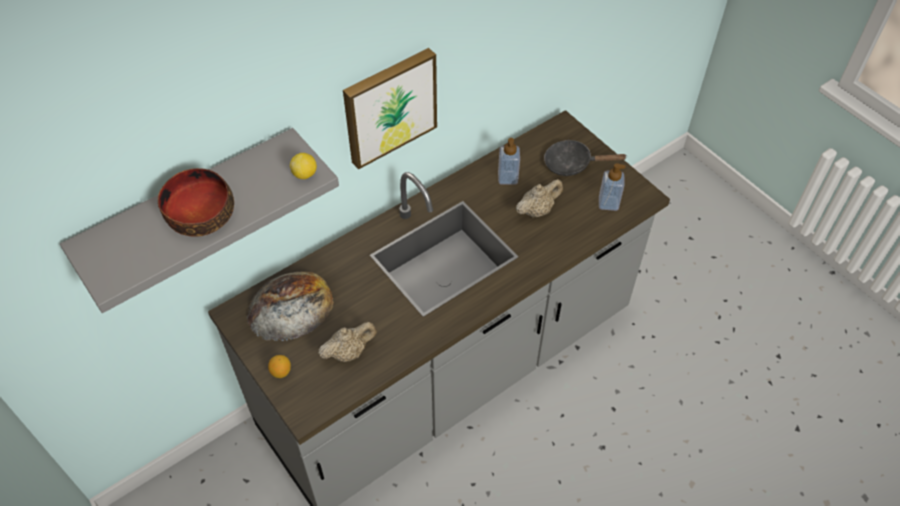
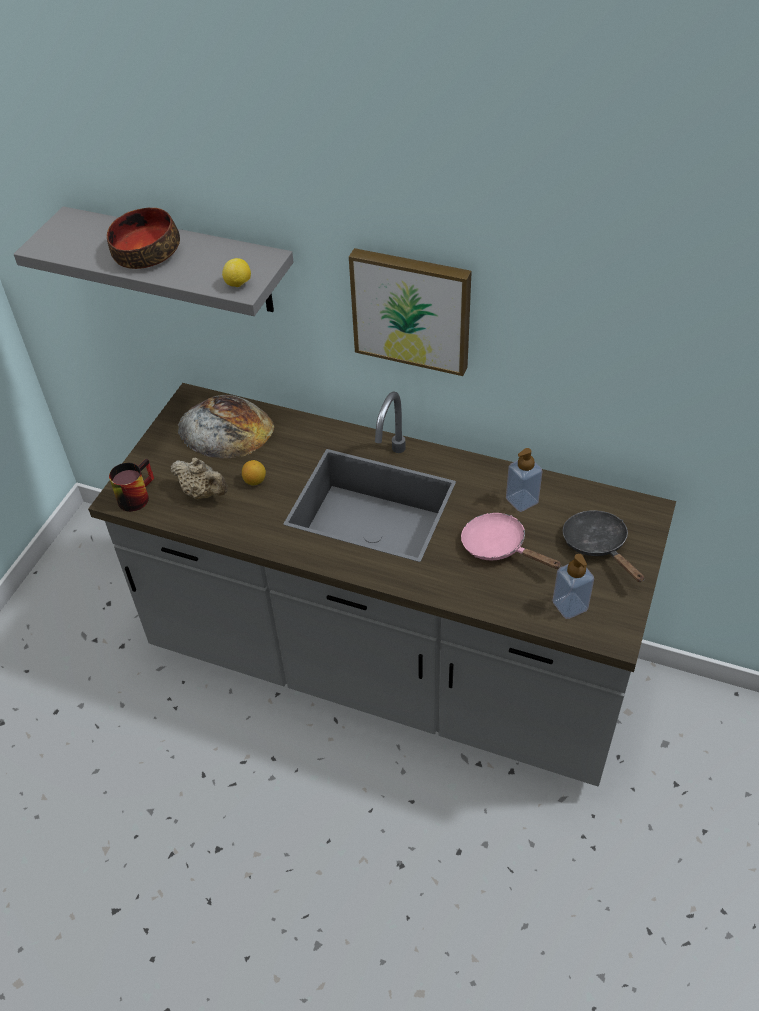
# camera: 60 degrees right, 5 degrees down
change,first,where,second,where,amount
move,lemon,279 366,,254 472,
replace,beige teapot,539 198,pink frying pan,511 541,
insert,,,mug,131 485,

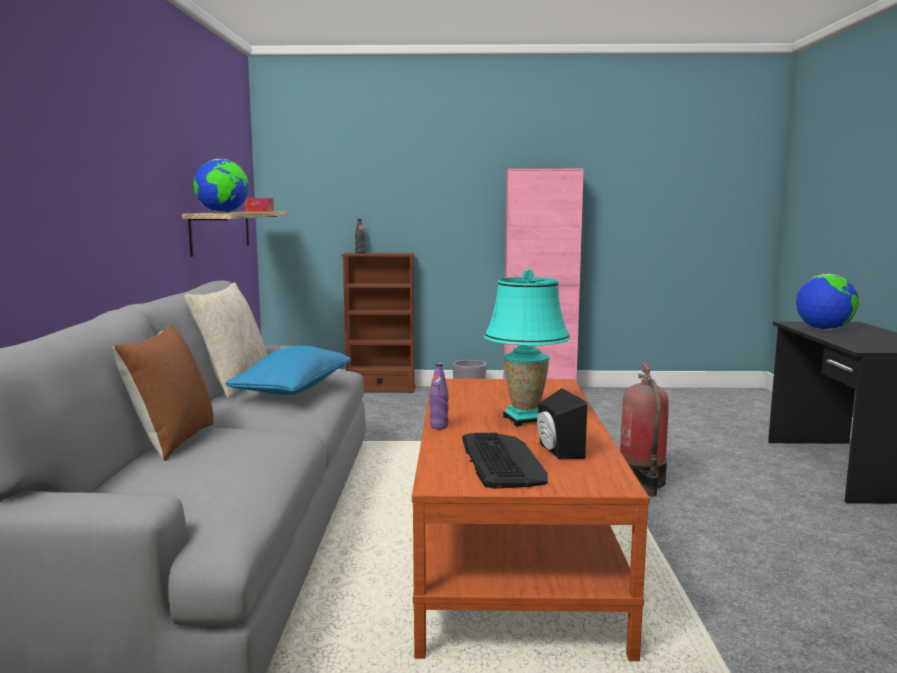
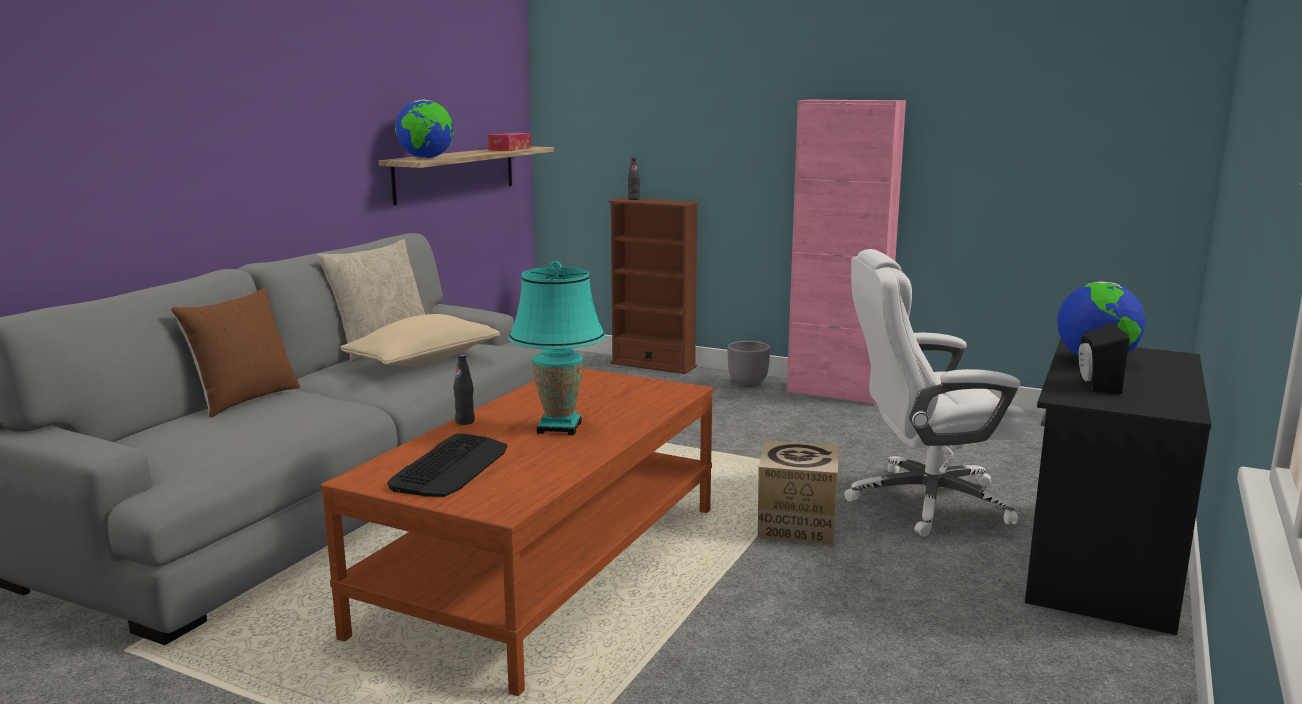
# camera: 25 degrees right, 5 degrees up
change,first,where,second,where,amount
recolor,blue pillow,288 370,beige pillow,420 340,
recolor,purple bottle,439 396,black bottle,464 390,
move,black speaker,562 423,,1103 358,
replace,fire extinguisher,644 429,cardboard box,798 492,
insert,,,white office chair,935 393,

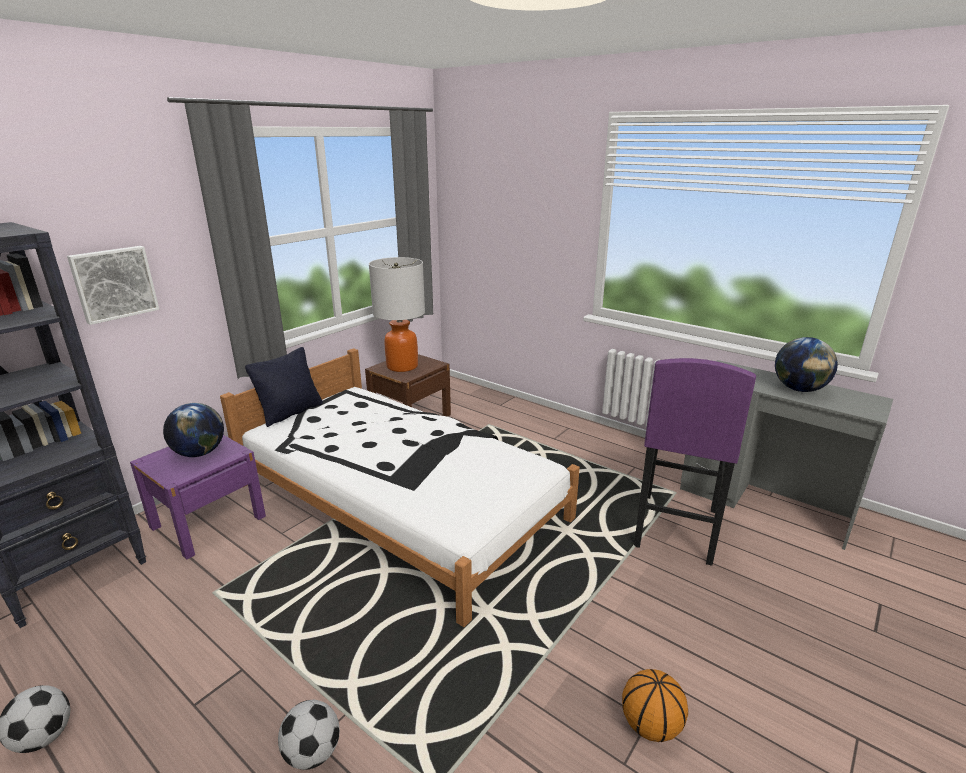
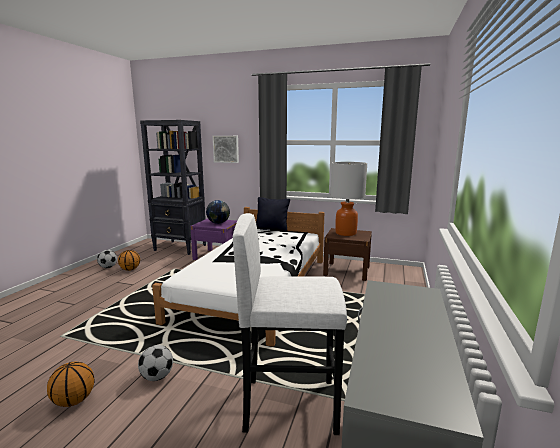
# camera: 70 degrees right, 10 degrees down
change,first,where,second,where,amount
move,football,309 735,,155 363,
recolor,purple stool,695 462,white stool,290 324,
delete,globe,806 364,,,
insert,,,basketball,129 260,

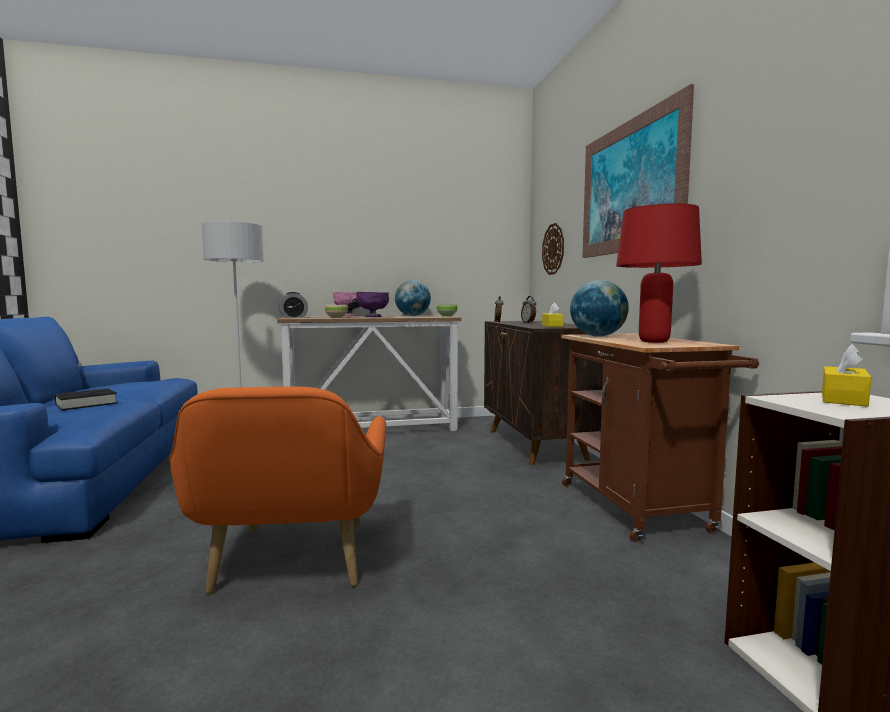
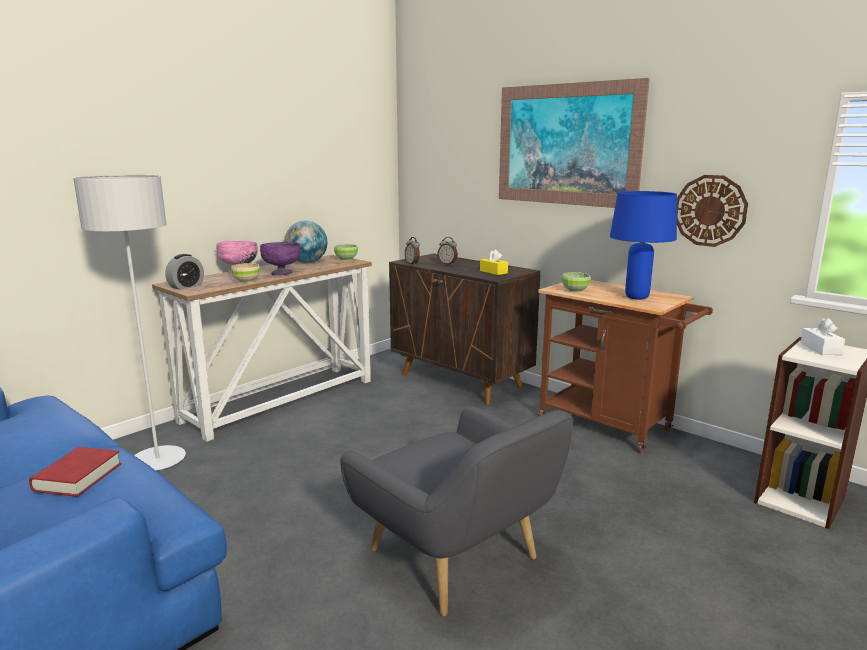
# camera: 35 degrees left, 10 degrees up
change,first,where,second,where,amount
recolor,black book,85 399,red book,75 472,
recolor,orange armchair,277 490,grey armchair,456 511,
move,wall clock,553 249,,712 211,
replace,globe,599 308,green bowl,576 282,
recolor,red table lamp,659 273,blue table lamp,643 245,
recolor,yellow tissue box,847 375,white tissue box,822 336,

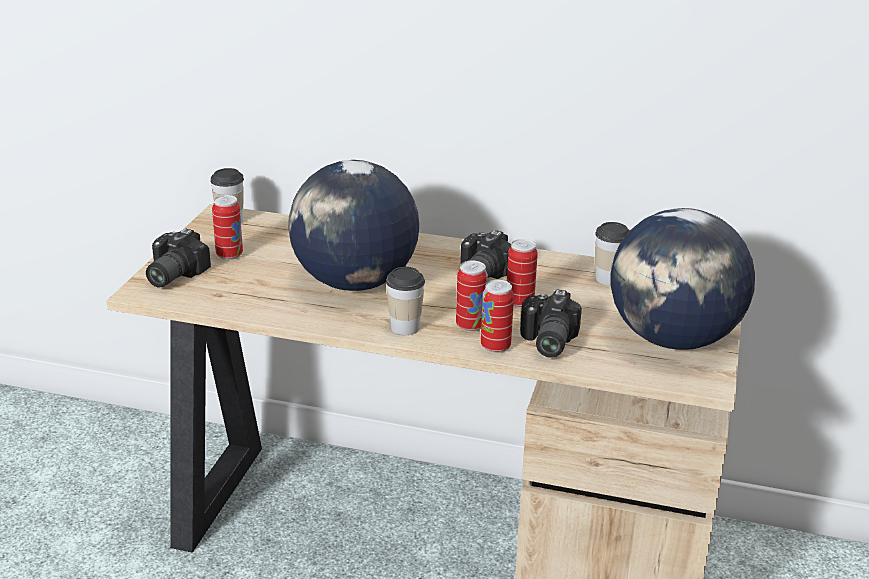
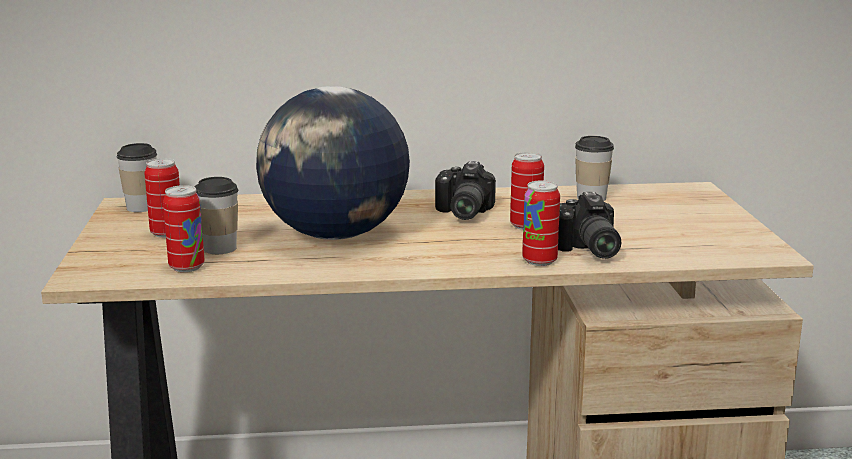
# camera: 20 degrees left, 10 degrees down
change,first,where,second,where,amount
delete,photo camera,178 258,,,
move,cup,405 301,,217 215,
move,can,472 296,,184 228,
delete,globe,683 279,,,

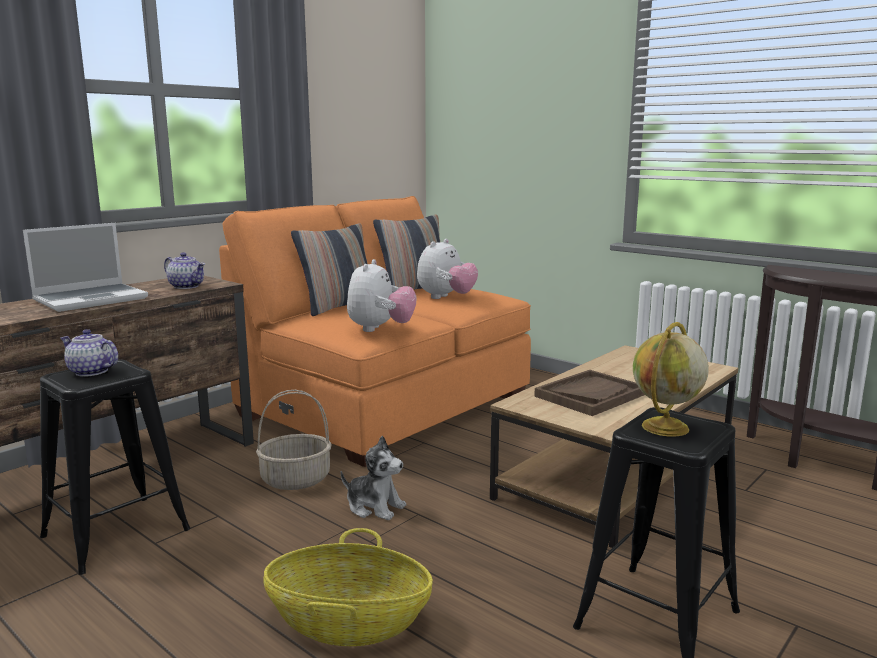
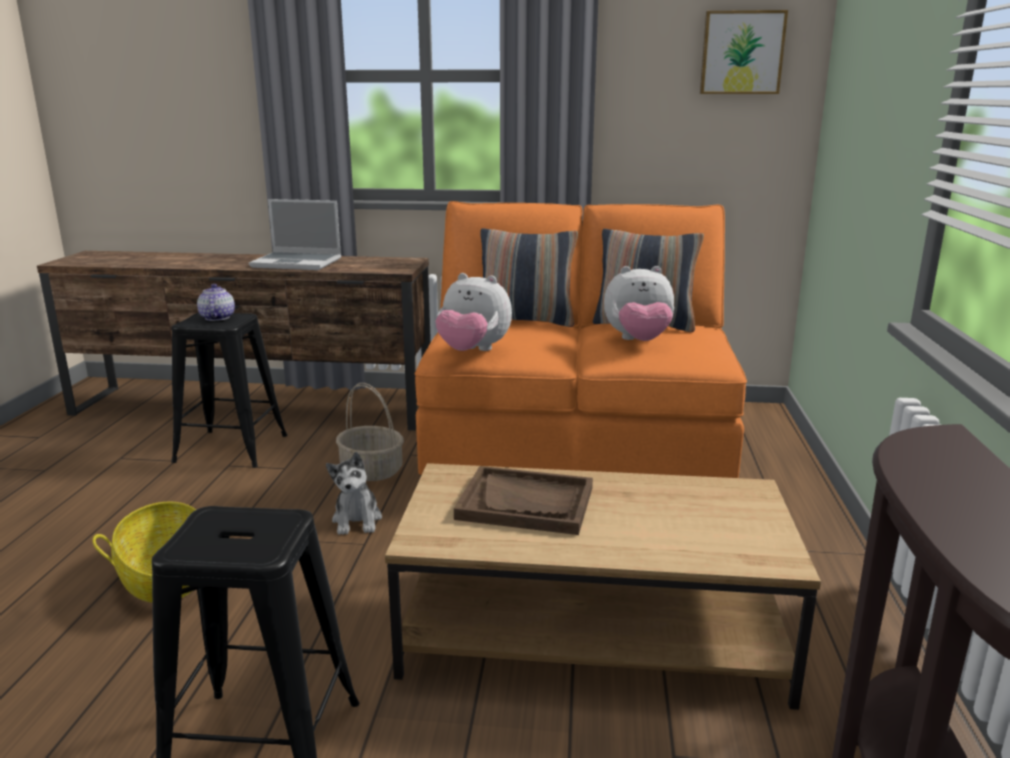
# camera: 55 degrees right, 5 degrees up
change,first,where,second,where,amount
delete,teapot,184 270,,,
rotate,plush toy,381 295,,473 312,45 degrees clockwise
delete,globe,671 379,,,
insert,,,picture,744 52,

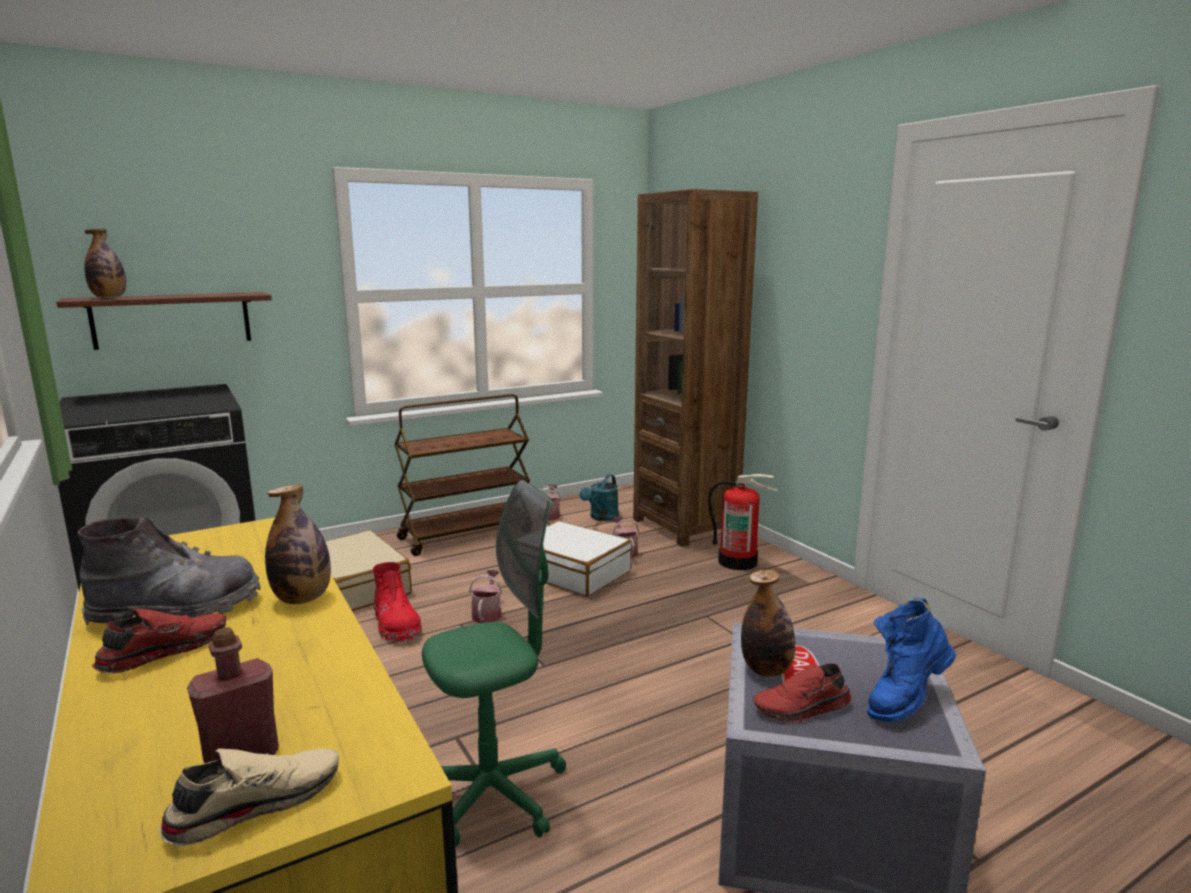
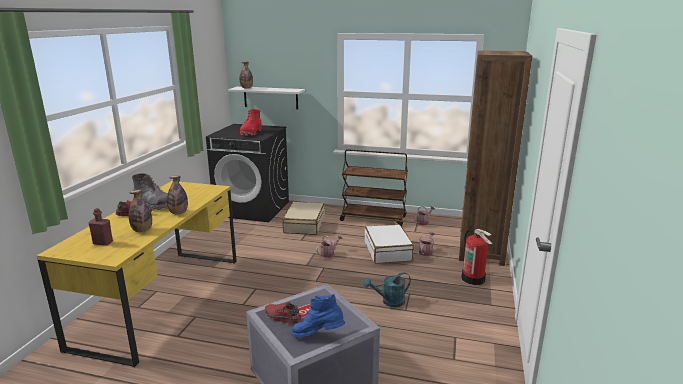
# camera: 45 degrees right, 5 degrees up
change,first,where,second,where,amount
recolor,brown shelf,164 321,white shelf,266 98,
delete,beige shoe,248 797,,,
move,red boot,397 602,,251 122,
delete,green office chair,494 663,,,
move,turquoise watering can,599 497,,387 289,
move,bottle,768 623,,140 211,

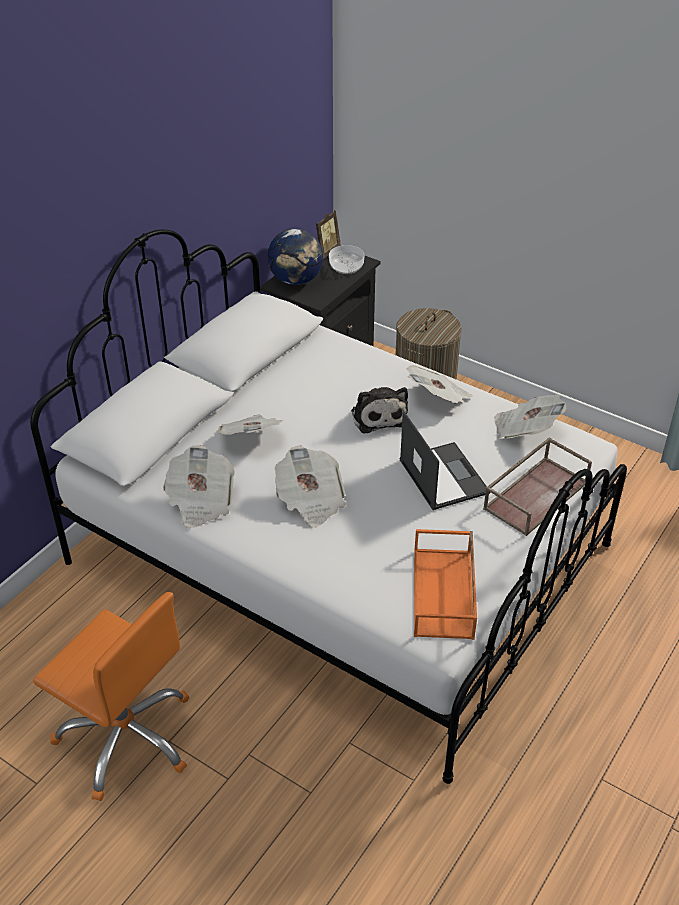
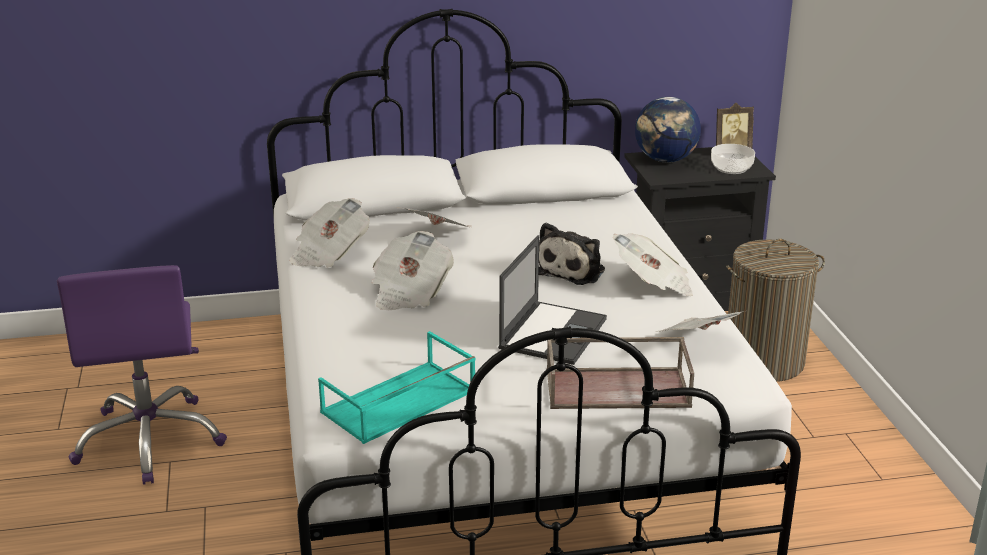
# camera: 45 degrees right, 15 degrees down
change,first,where,second,where,amount
recolor,orange office chair,111 696,purple office chair,142 375,
recolor,orange tray,445 584,turquoise tray,396 387,

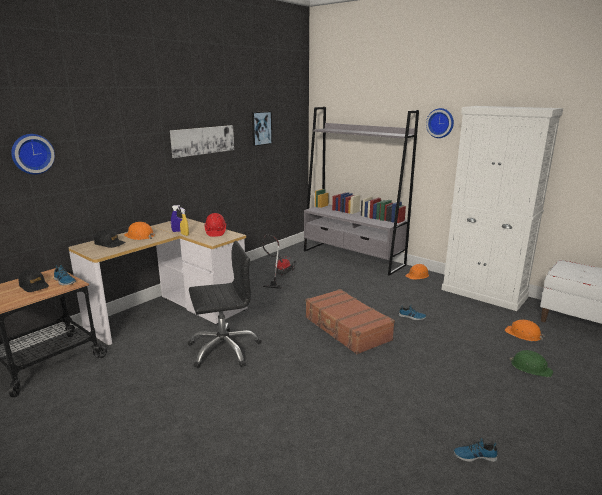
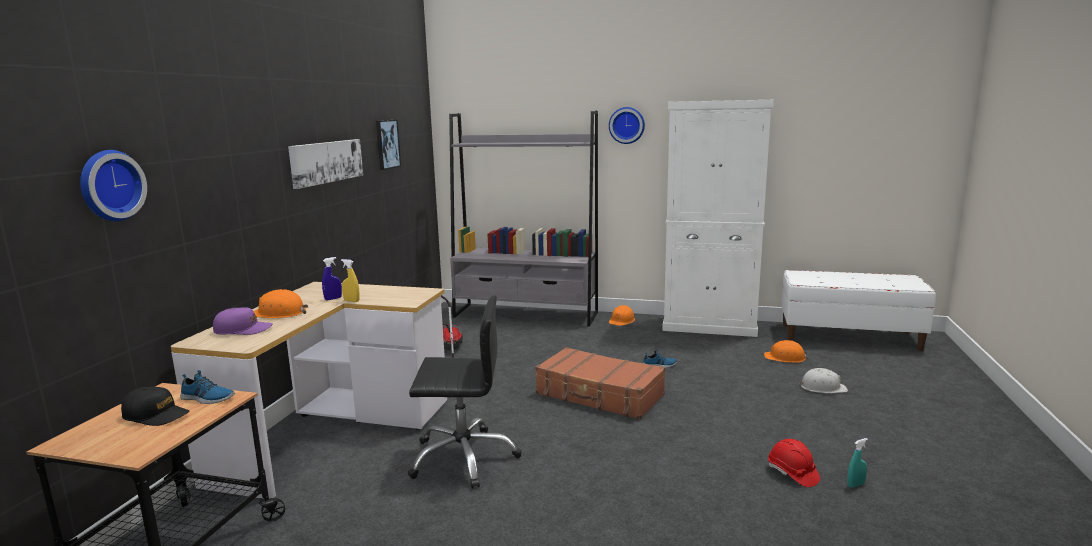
# camera: 25 degrees left, 5 degrees down
change,first,where,second,where,amount
recolor,black cap,110 239,purple cap,243 321,
rotate,black office chair,224 304,,465 392,45 degrees clockwise
move,red hard hat,215 225,,794 463,
replace,shoe,475 450,turquoise spray bottle,857 463,
recolor,green hard hat,531 363,white hard hat,823 380,

